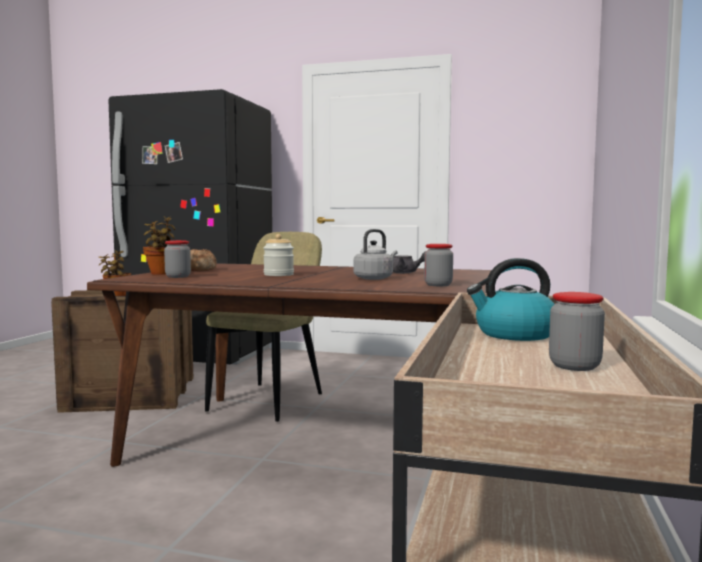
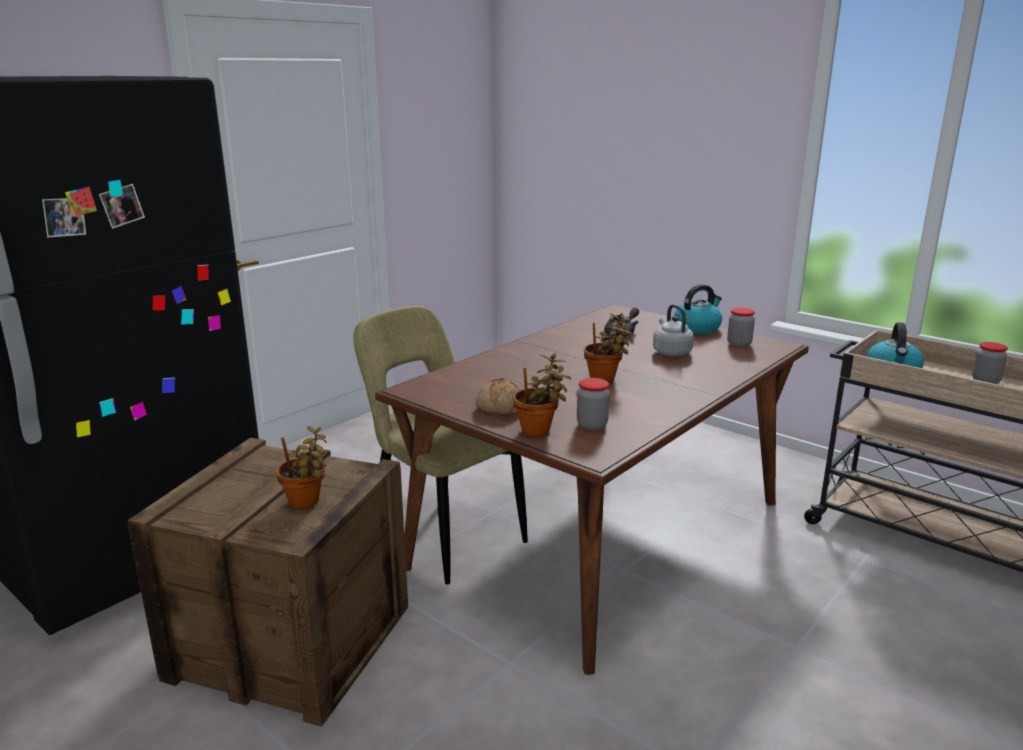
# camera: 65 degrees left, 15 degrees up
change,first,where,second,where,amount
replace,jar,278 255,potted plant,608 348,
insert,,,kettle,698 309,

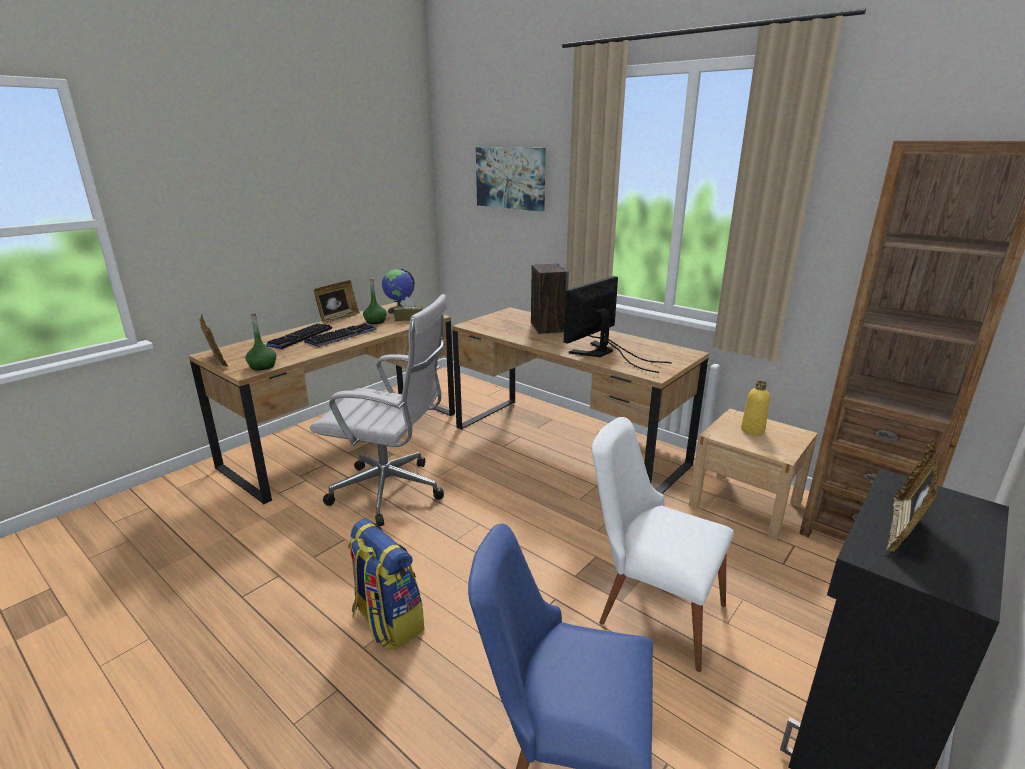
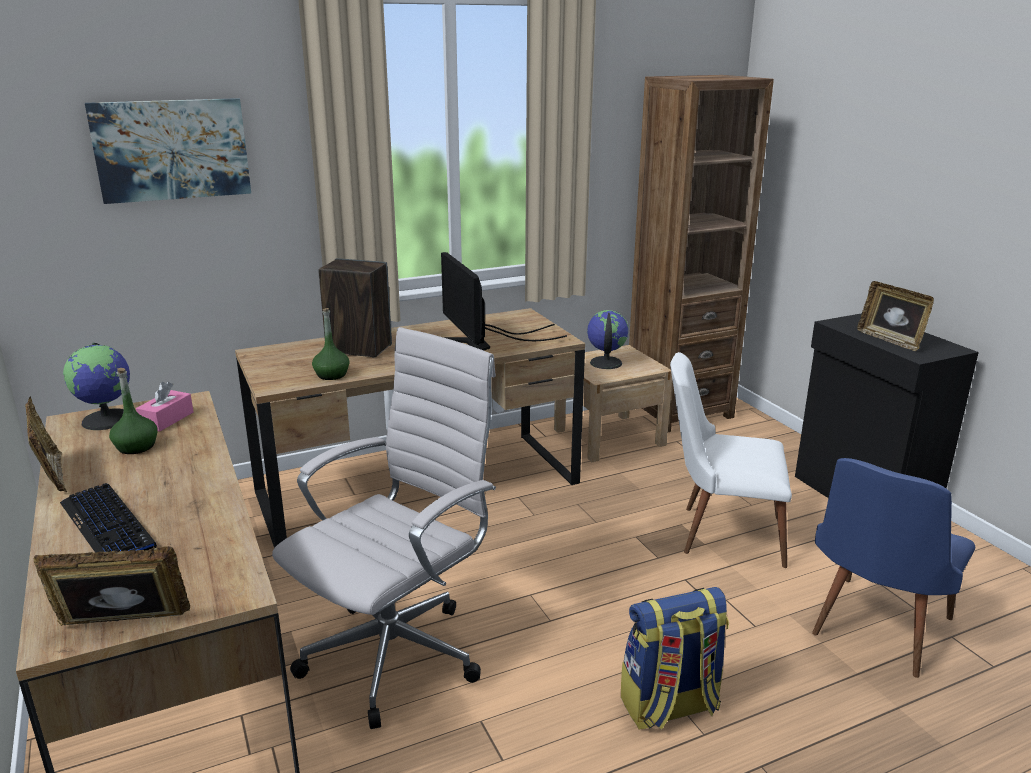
# camera: 65 degrees left, 0 degrees up
change,first,where,second,where,amount
move,green bottle,261 342,,331 344,
delete,keyboard,340 335,,,
recolor,brown tissue box,408 309,pink tissue box,164 407,
rotate,white chair,662 544,,731 460,45 degrees clockwise
replace,yellow bottle,755 408,globe,608 339,

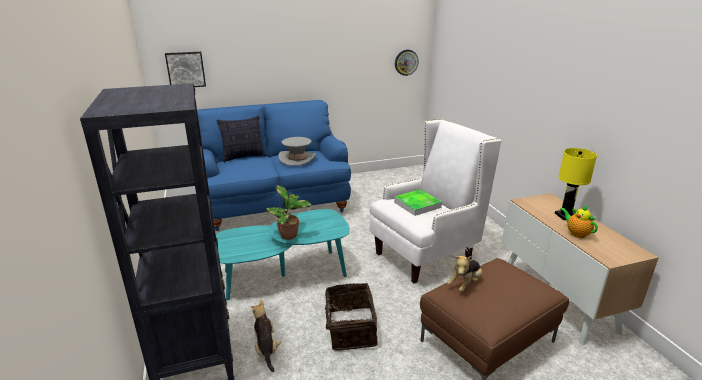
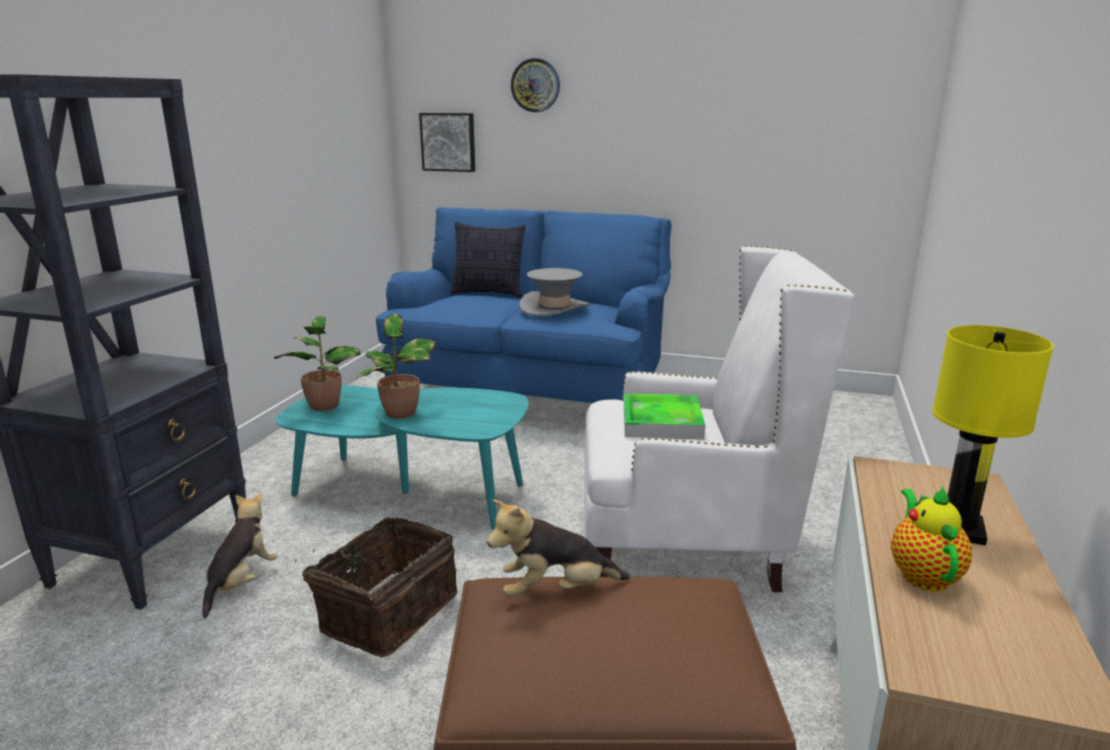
# camera: 35 degrees right, 5 degrees down
change,first,where,second,where,amount
move,wall clock,407 63,,535 85,
insert,,,potted plant,316 363,

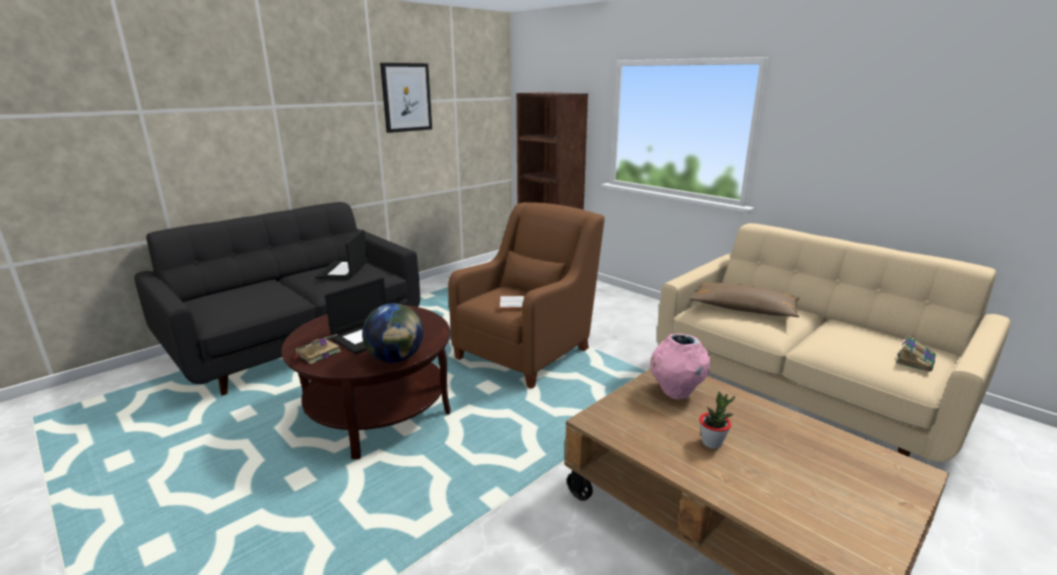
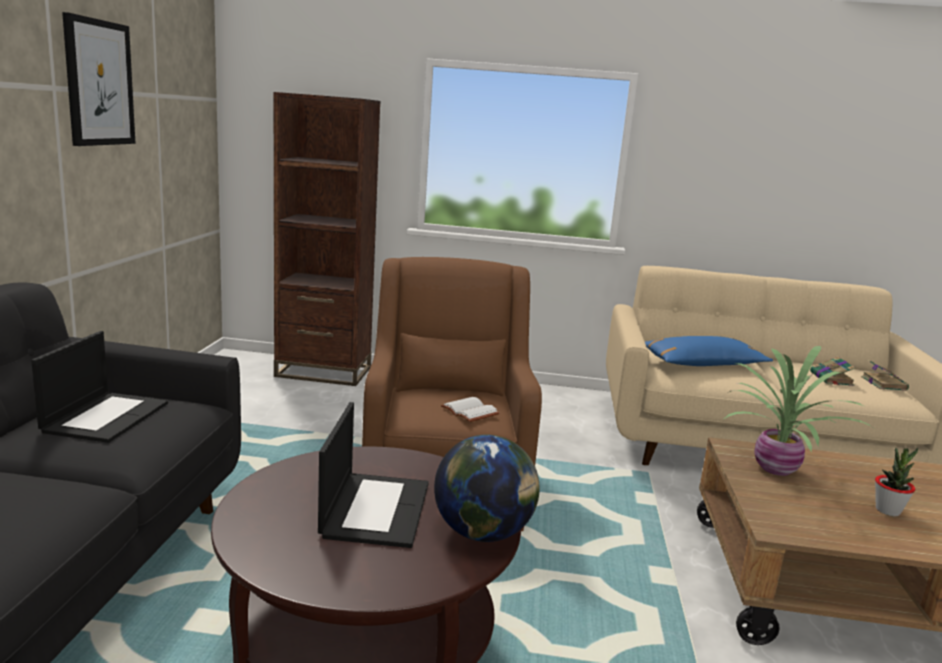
# camera: 40 degrees left, 5 degrees down
change,first,where,second,where,amount
move,book,317 349,,833 371,
rotate,laptop,341 254,,99 387,135 degrees counterclockwise
replace,pink vase,680 366,potted plant,800 411,
recolor,brown pillow,745 300,blue pillow,709 351,

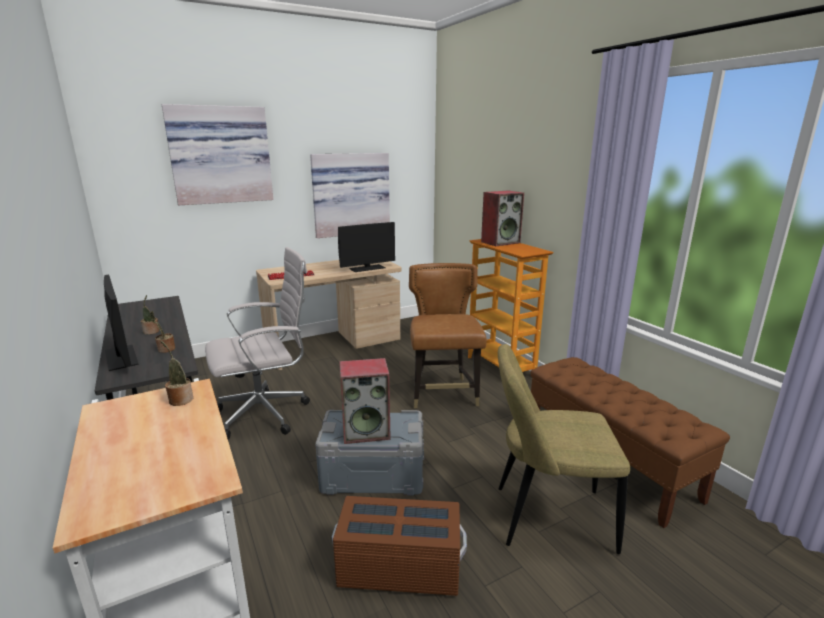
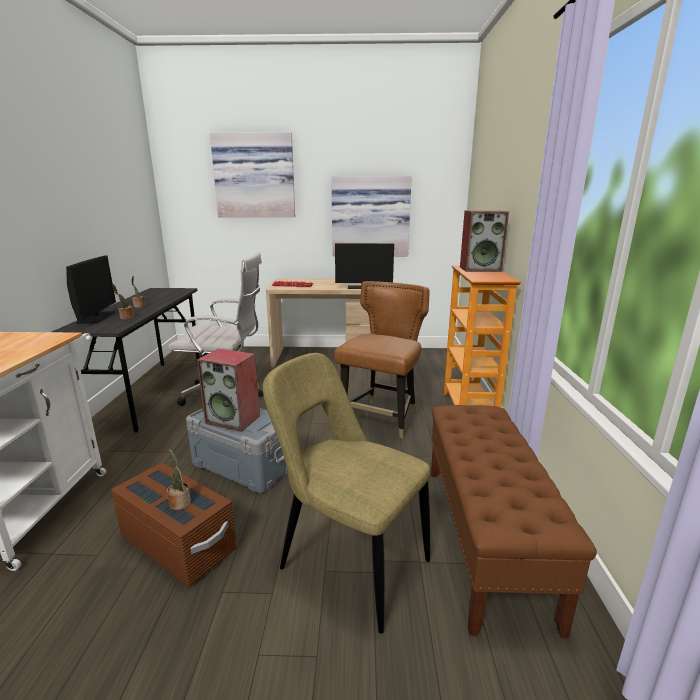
# camera: 30 degrees right, 0 degrees up
change,first,where,second,where,amount
move,potted plant,177 373,,179 479,

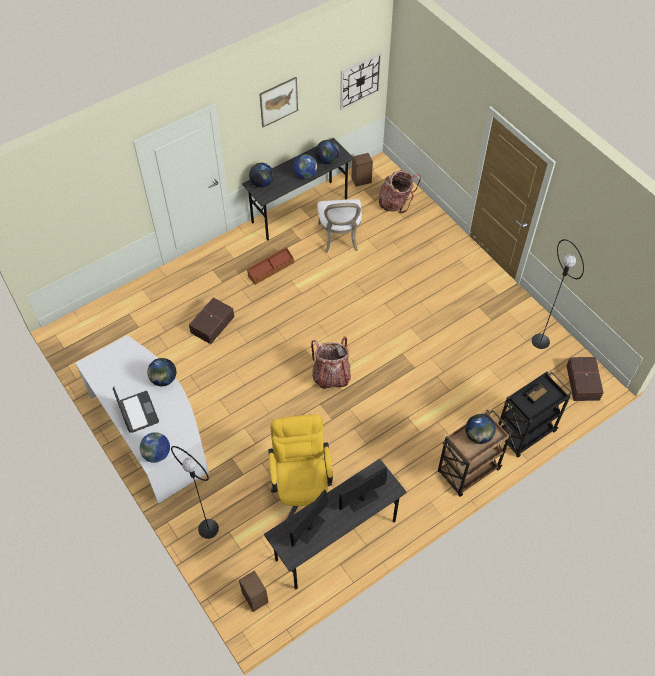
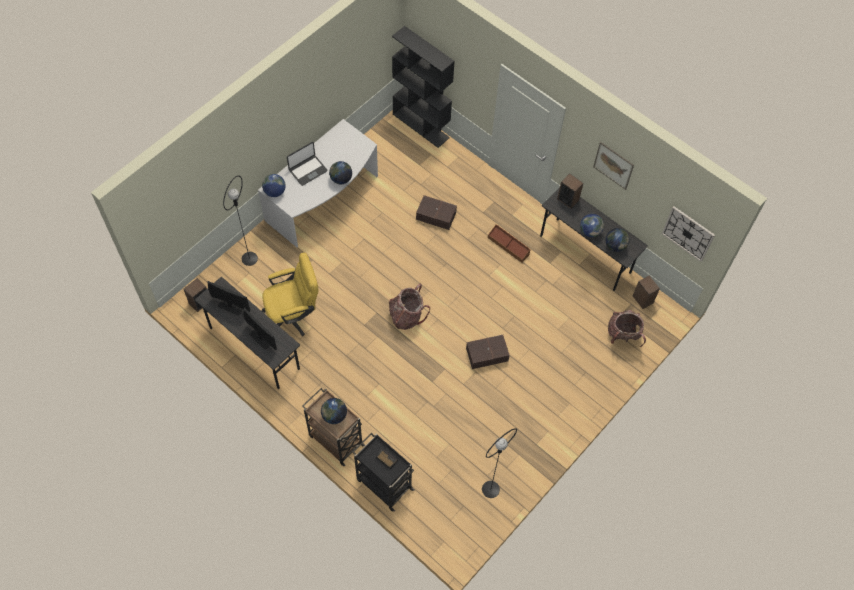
# camera: 75 degrees right, 5 degrees up
change,first,where,second,where,amount
replace,globe,261 175,speaker,570 191,
delete,white chair,339 226,,,
move,brown storage box,585 379,,488 352,
insert,,,black bookcase,423 87,

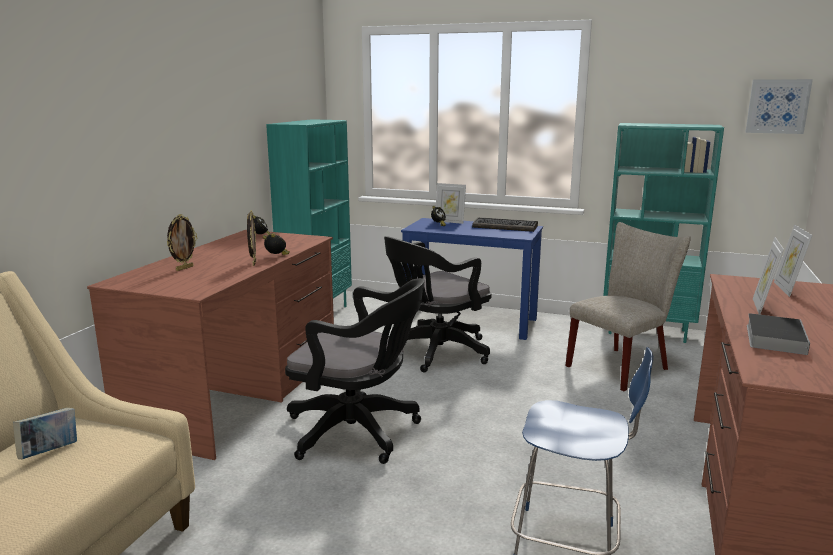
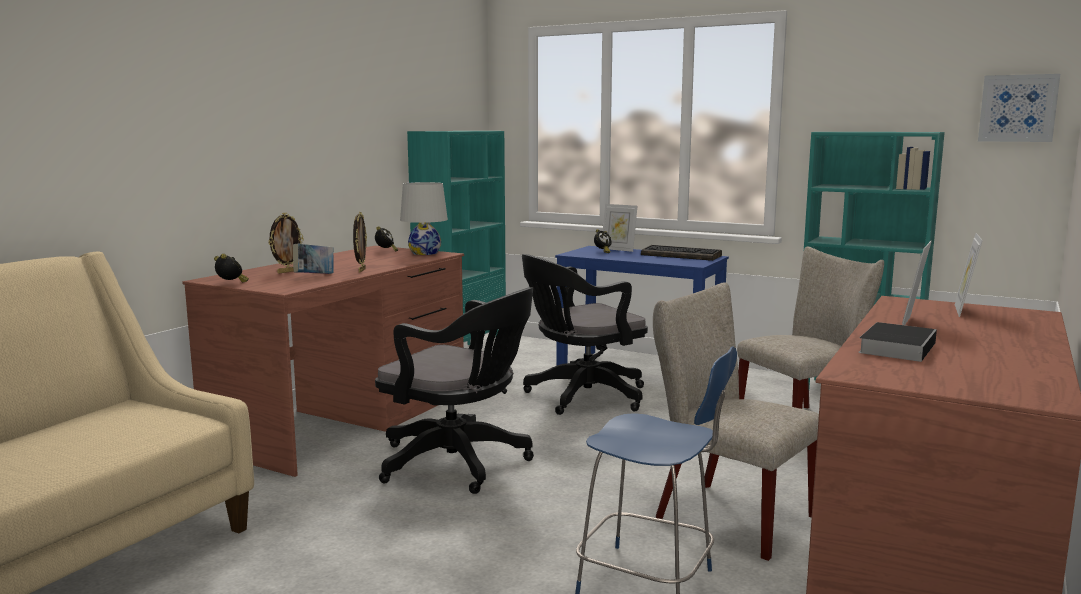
# camera: 10 degrees right, 5 degrees down
change,first,where,second,where,amount
move,book,45 433,,313 258,
move,alarm clock,276 244,,231 267,
insert,,,white table lamp,424 218,
insert,,,beige chair,736 421,

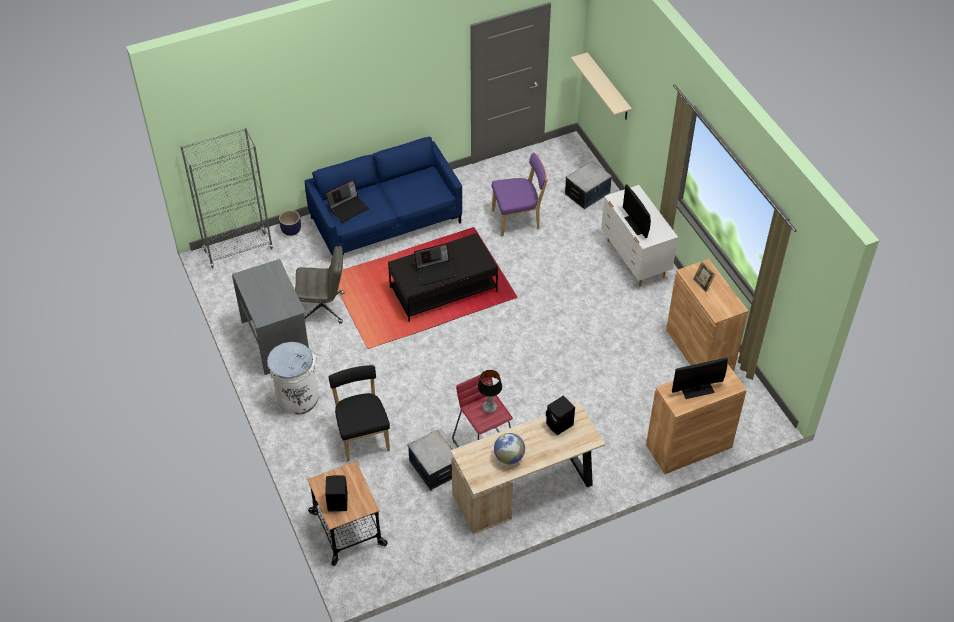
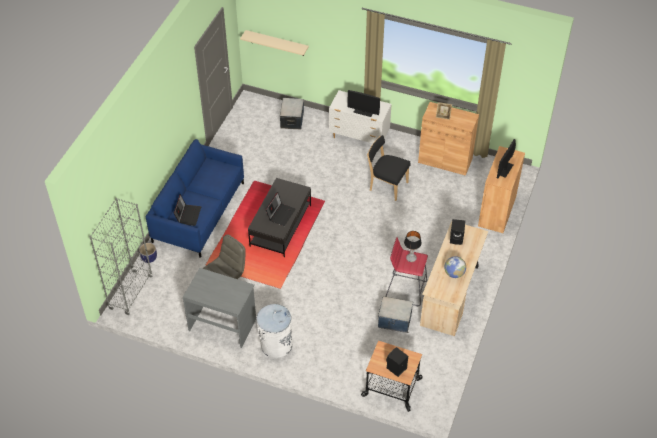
# camera: 45 degrees left, 0 degrees up
change,first,where,second,where,amount
move,black chair,359 412,,389 168,
delete,purple chair,519 194,,,

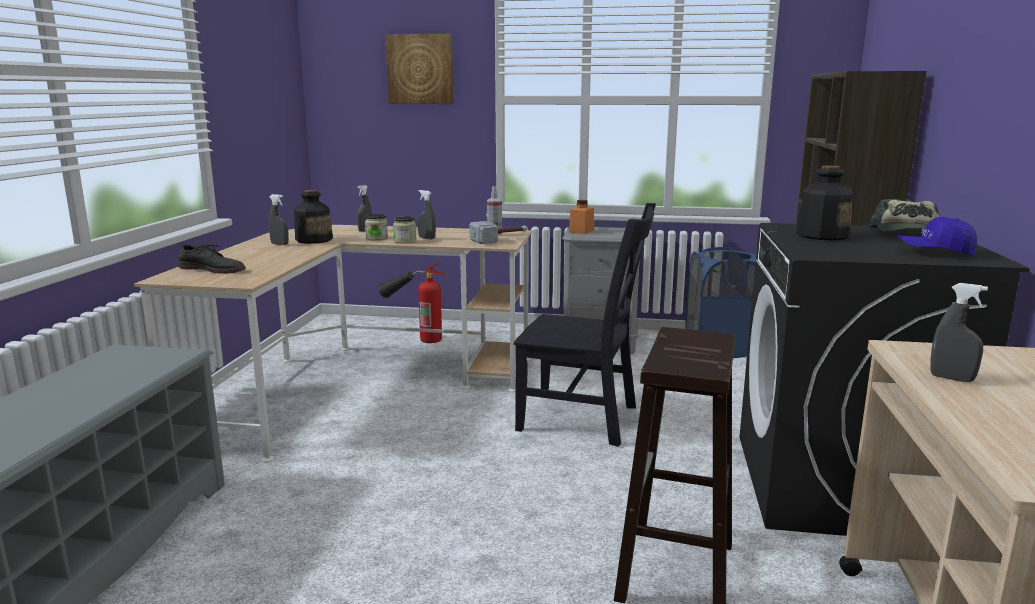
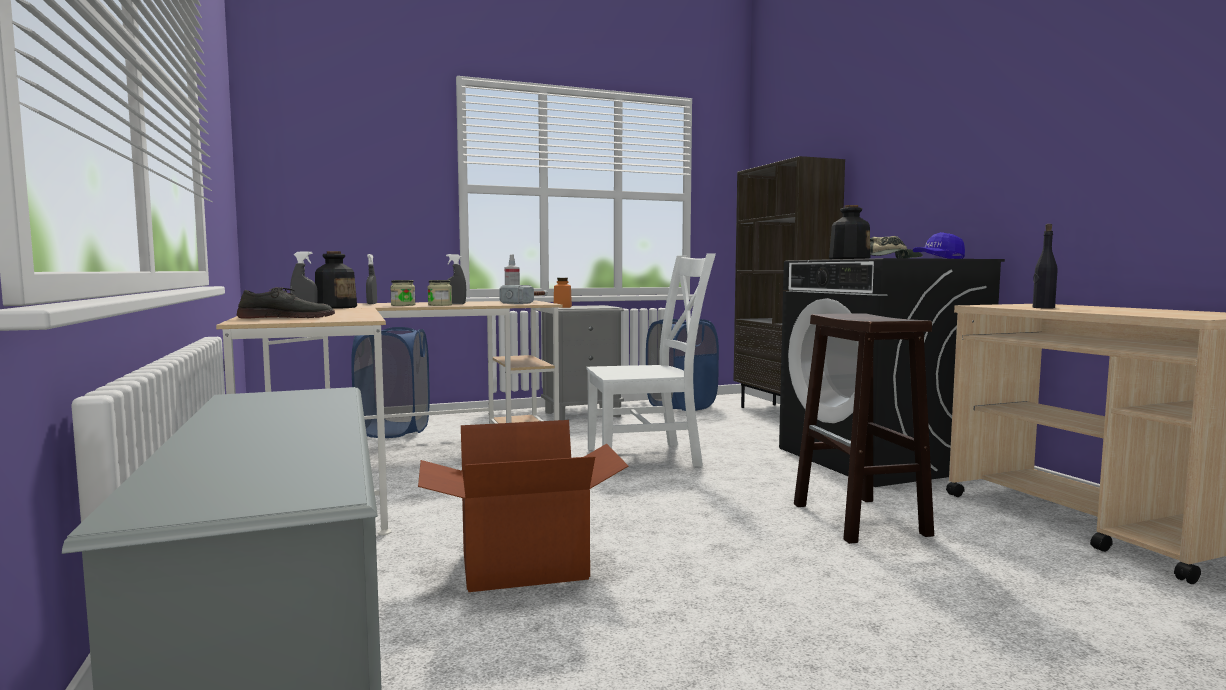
# camera: 30 degrees left, 10 degrees down
change,first,where,second,where,amount
replace,fire extinguisher,412 302,blue laundry basket,390 382,
delete,picture,419 69,,,
recolor,black chair,585 325,white chair,651 360,
replace,grey spray bottle,959 332,black bottle,1045 266,
insert,,,cardboard box,523 506,

